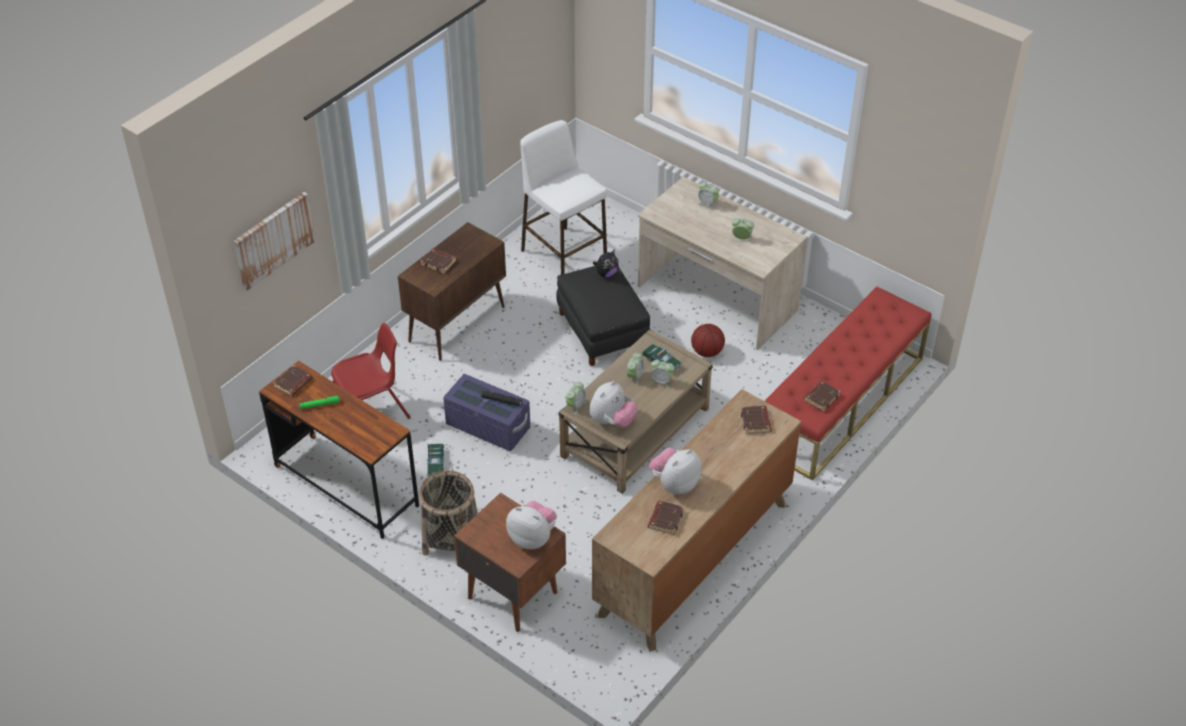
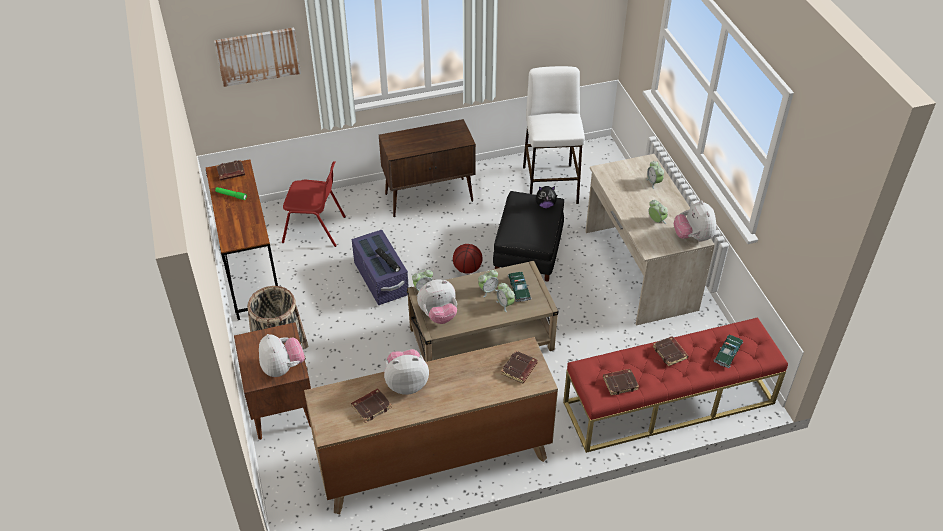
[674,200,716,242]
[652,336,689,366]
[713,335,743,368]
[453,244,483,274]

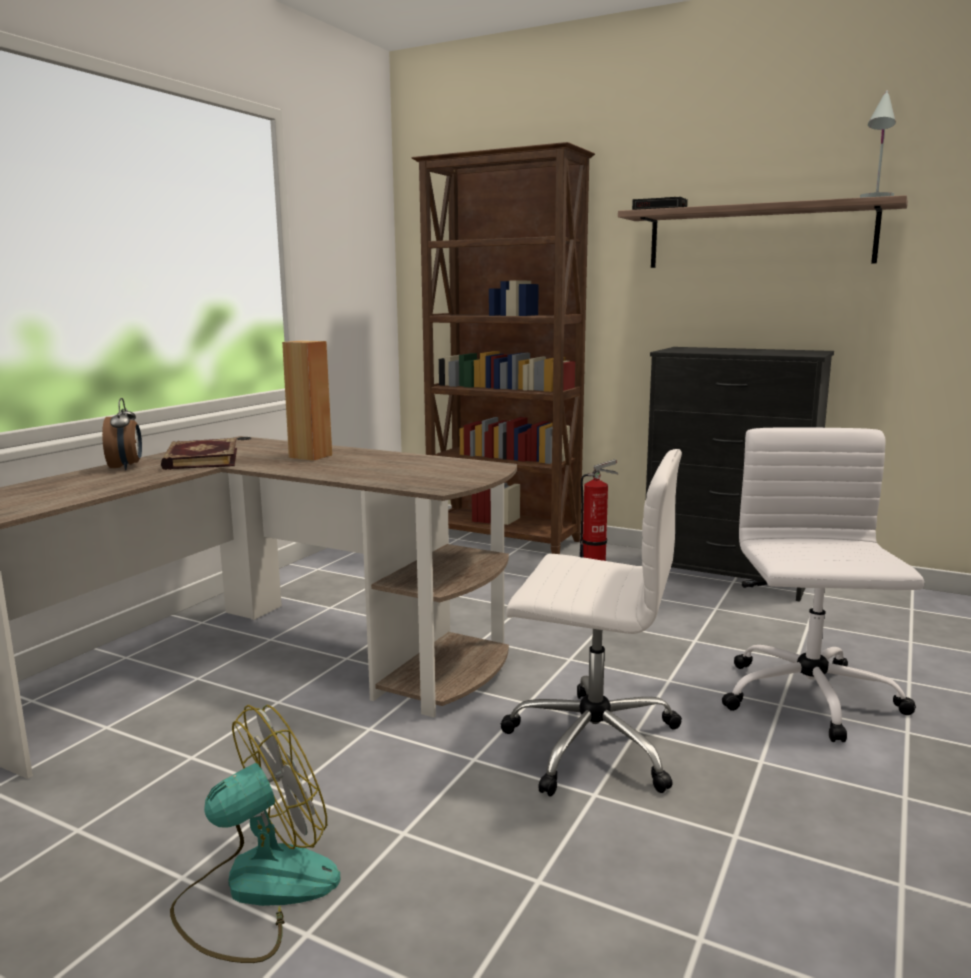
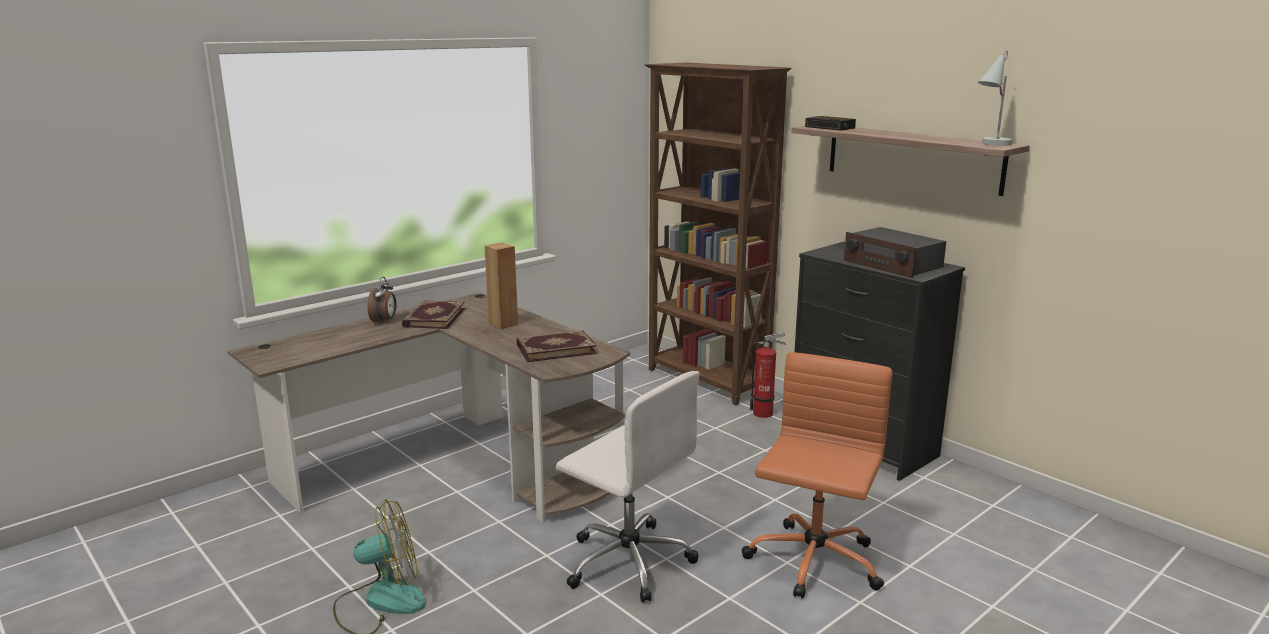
[516,330,597,362]
[844,227,946,278]
[742,352,893,599]

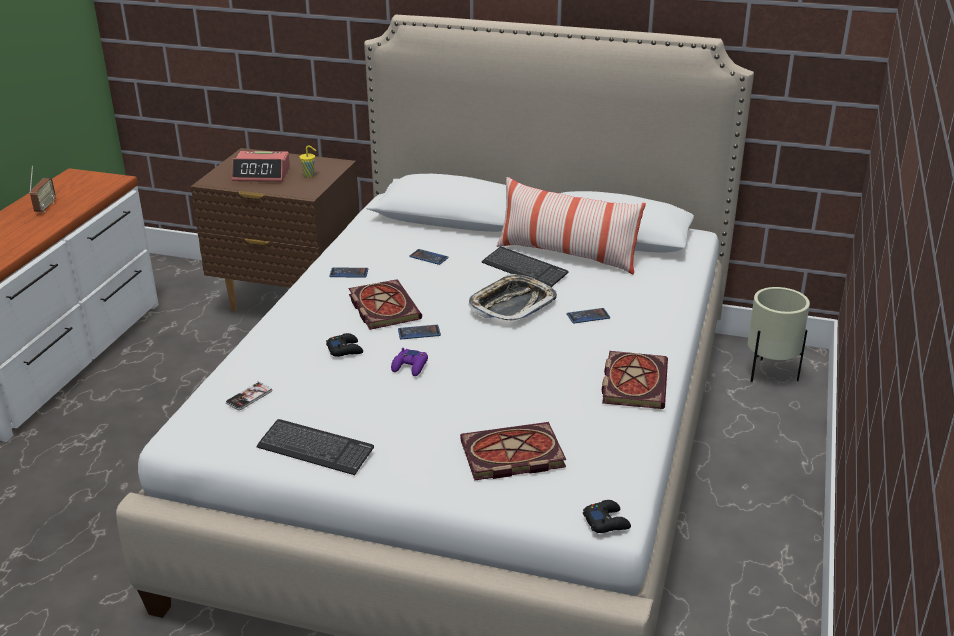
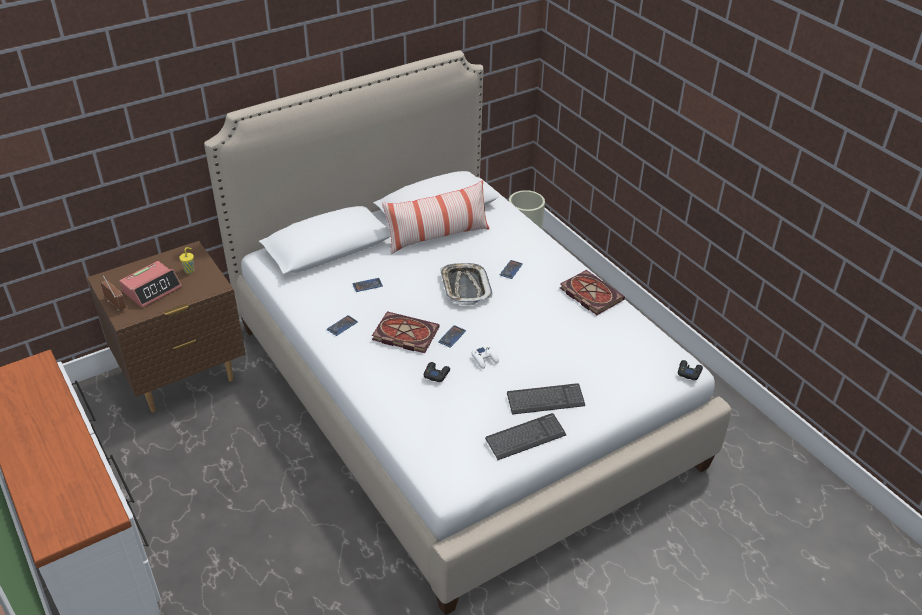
[226,381,273,410] (first image)
[460,422,566,481] (first image)
[100,275,126,311]
[507,383,585,415]
[471,345,499,369]

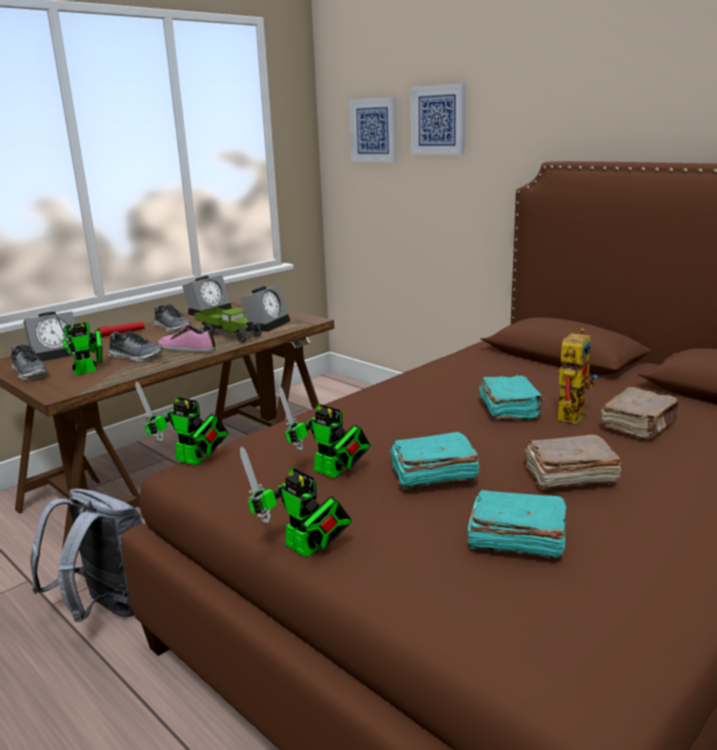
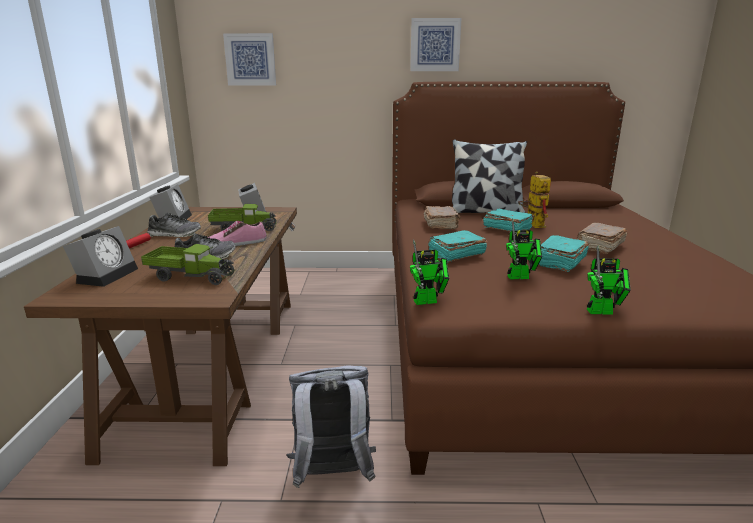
[11,344,48,380] (first image)
[452,139,527,213]
[410,18,462,71]
[428,230,487,263]
[424,206,461,229]
[141,244,235,285]

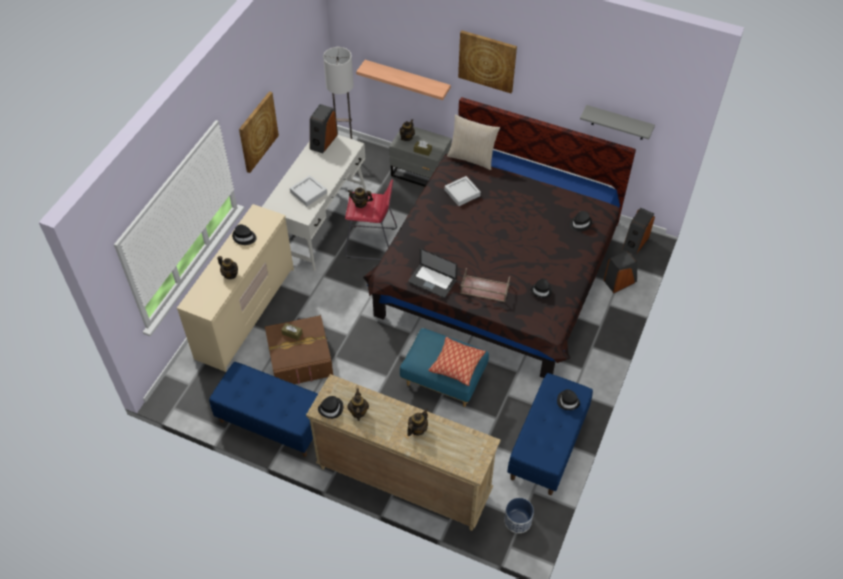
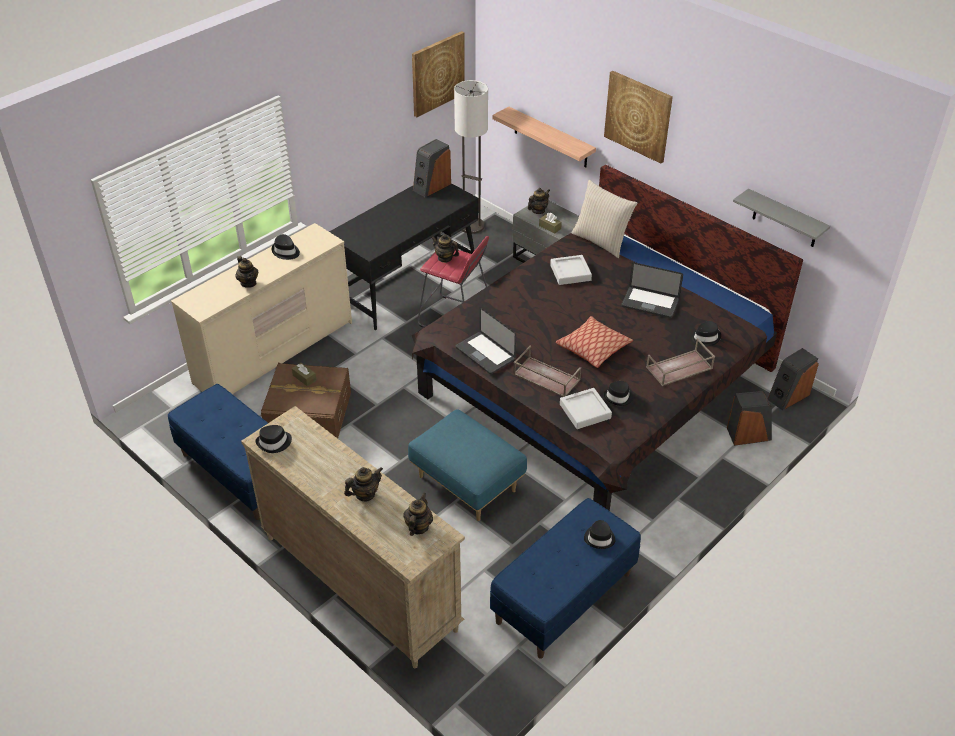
[504,498,534,533] (first image)
[621,262,683,318]
[646,338,715,386]
[412,31,464,117]
[560,388,612,429]
[403,492,433,536]
[556,316,633,368]
[329,183,478,330]

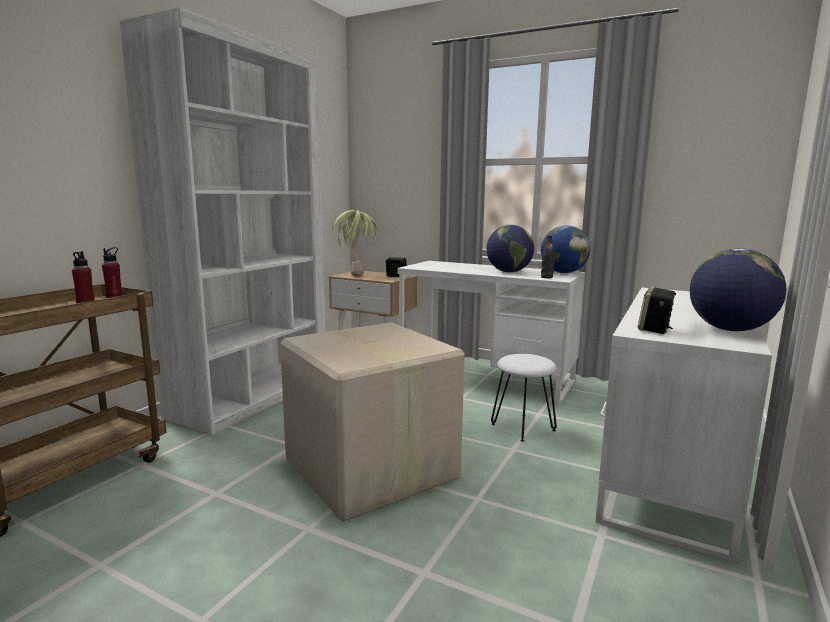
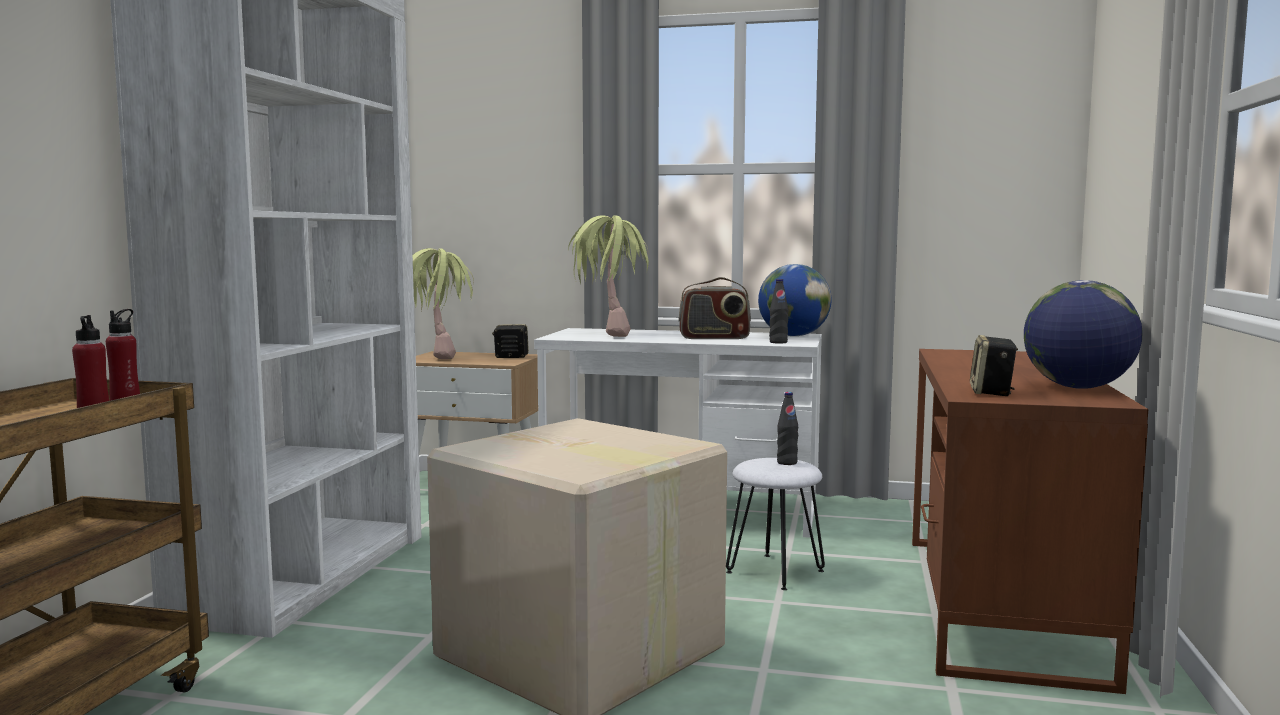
[568,215,649,337]
[777,392,798,465]
[678,277,751,339]
[912,349,1148,694]

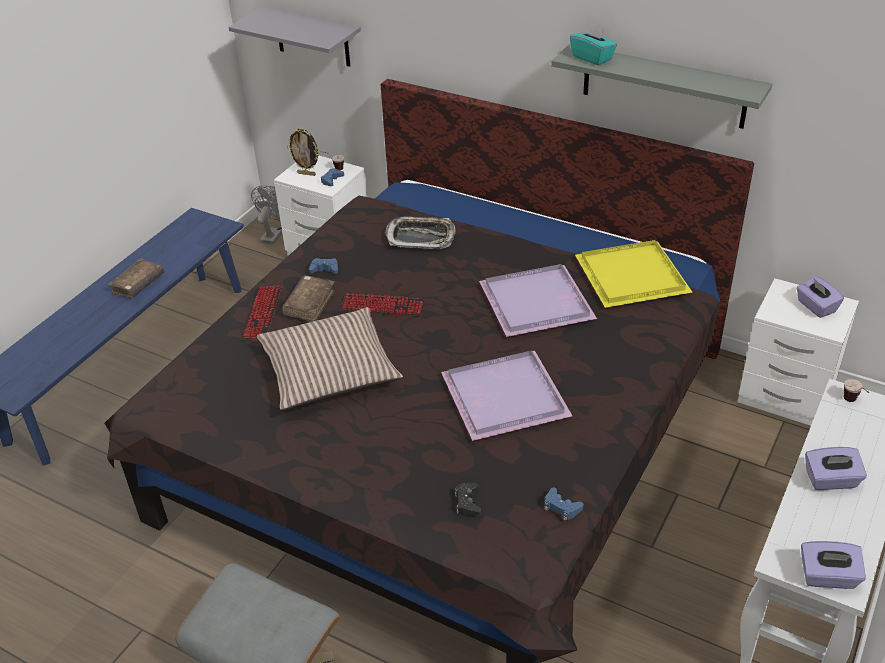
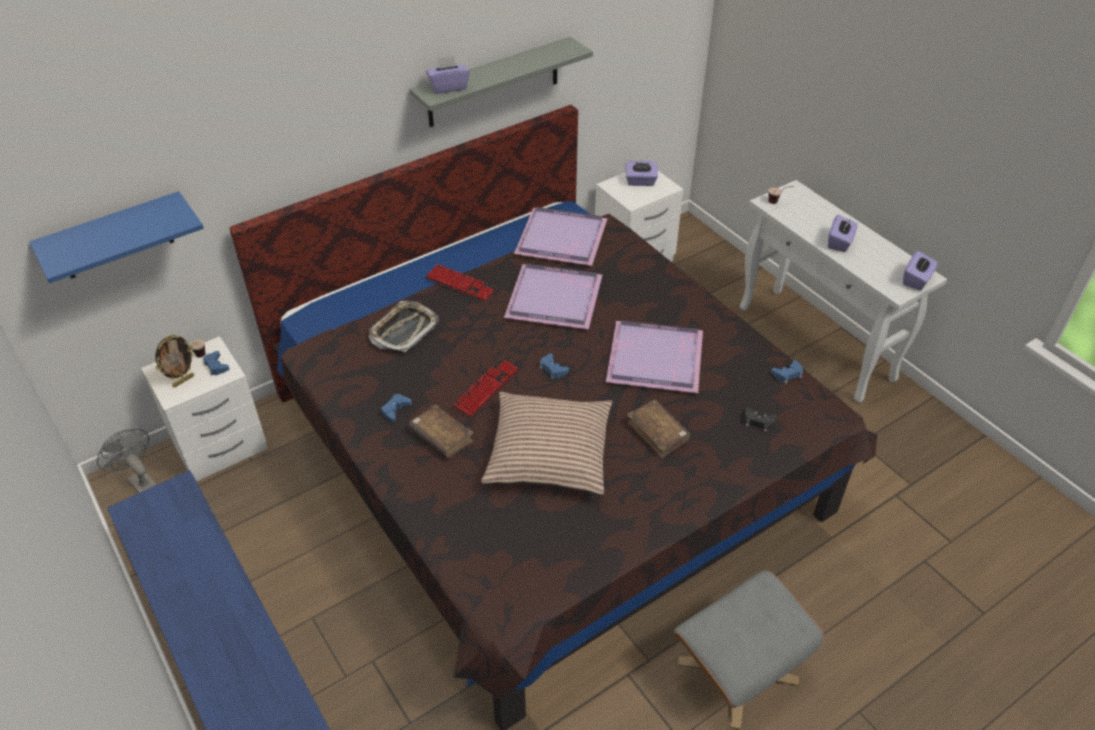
[540,353,569,379]
[627,399,691,459]
[425,264,497,302]
[29,191,204,283]
[426,56,470,94]
[514,207,608,266]

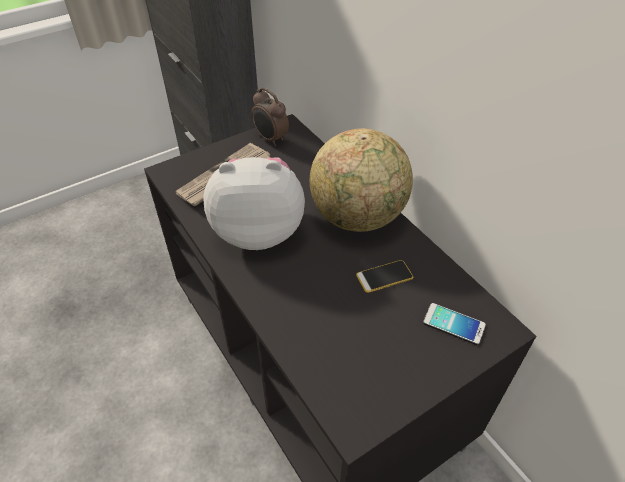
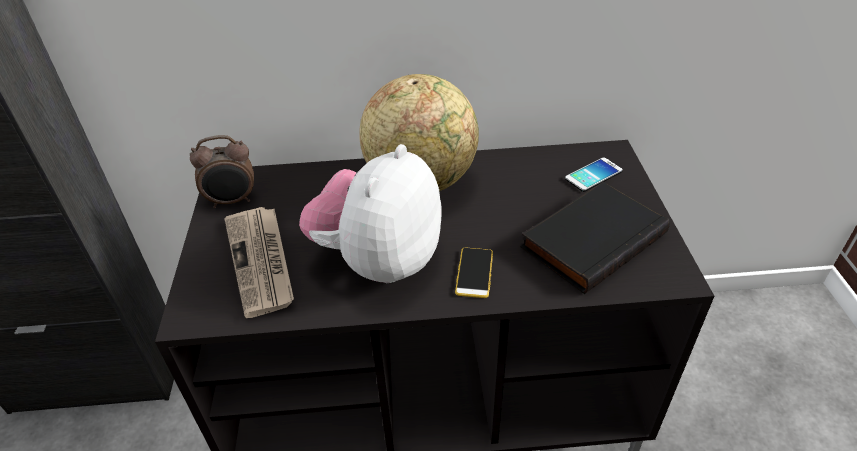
[520,181,670,294]
[455,247,493,298]

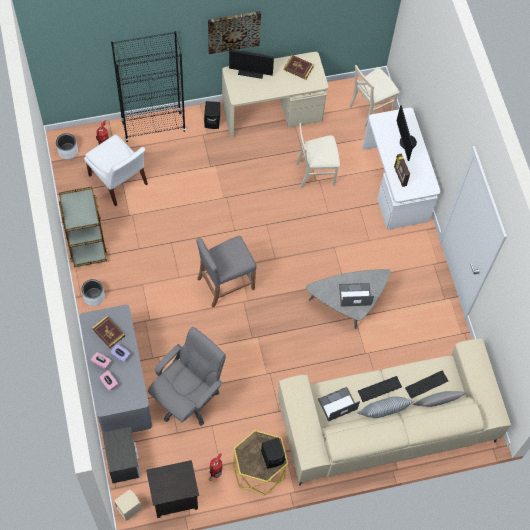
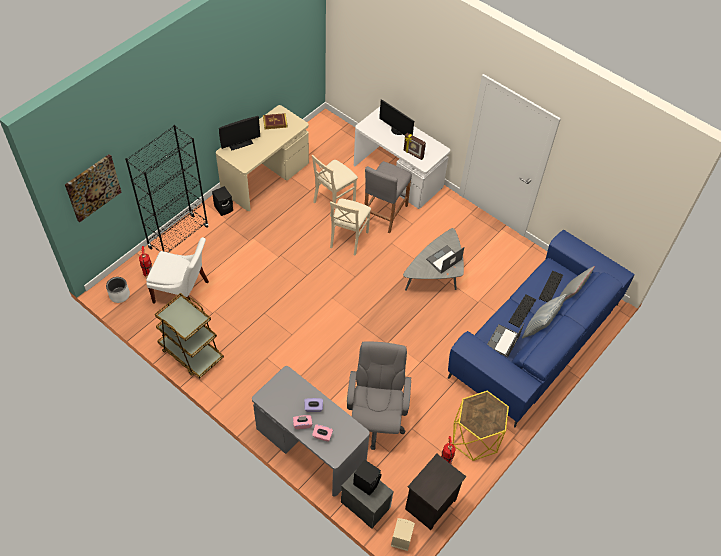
[81,279,105,306] (first image)
[92,316,125,348] (first image)
[364,161,412,233]
[65,154,121,222]
[353,459,382,495]
[330,199,371,256]
[448,230,635,428]

